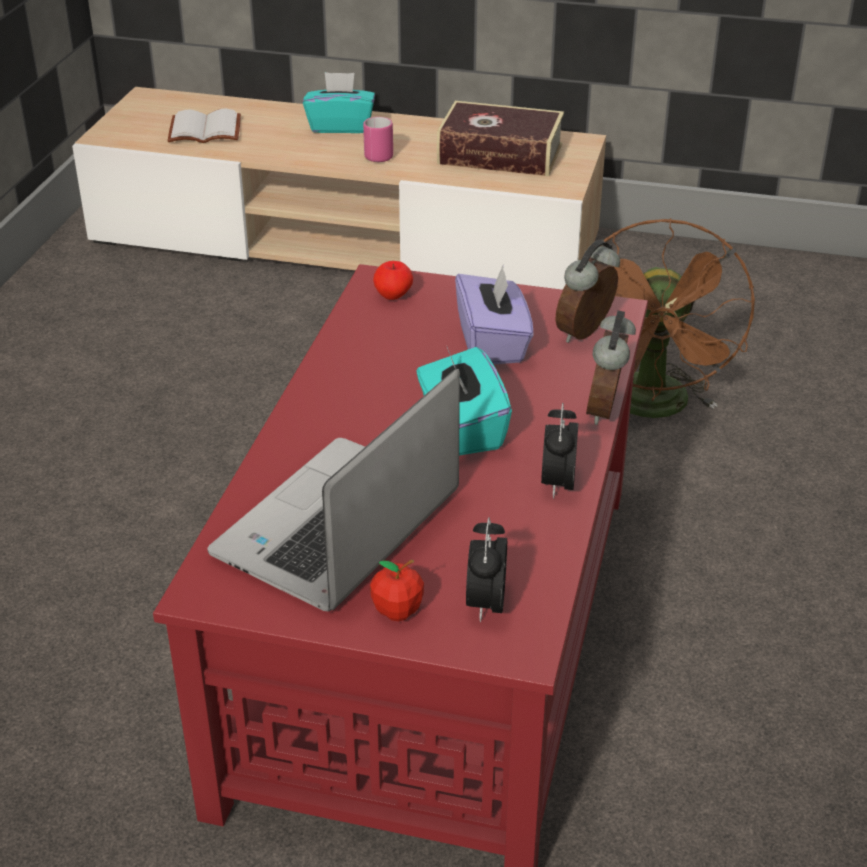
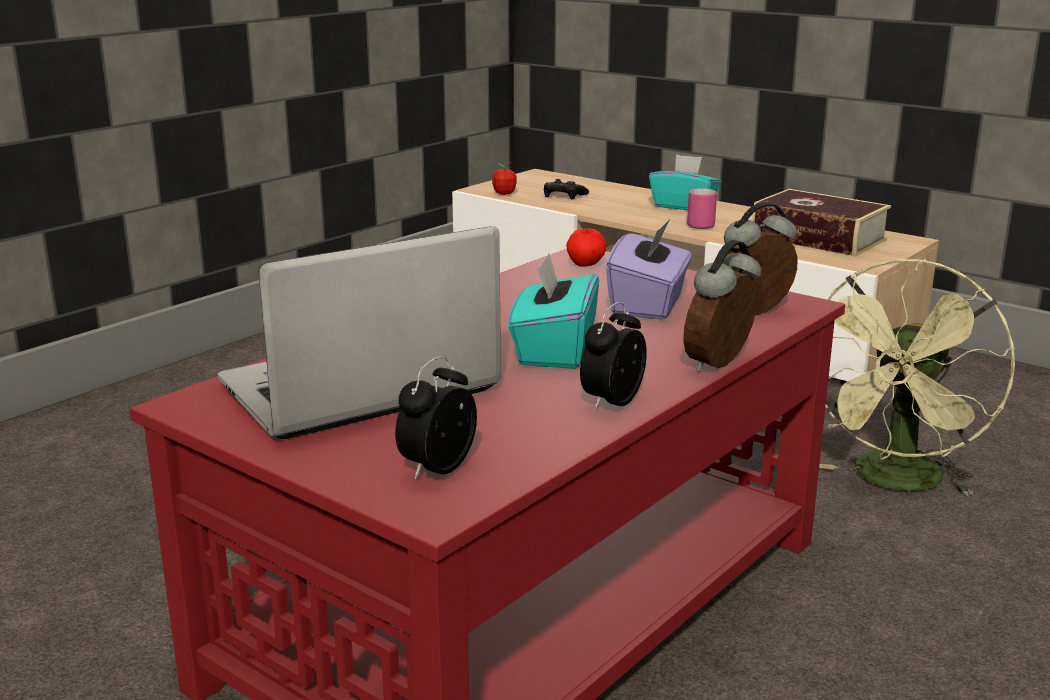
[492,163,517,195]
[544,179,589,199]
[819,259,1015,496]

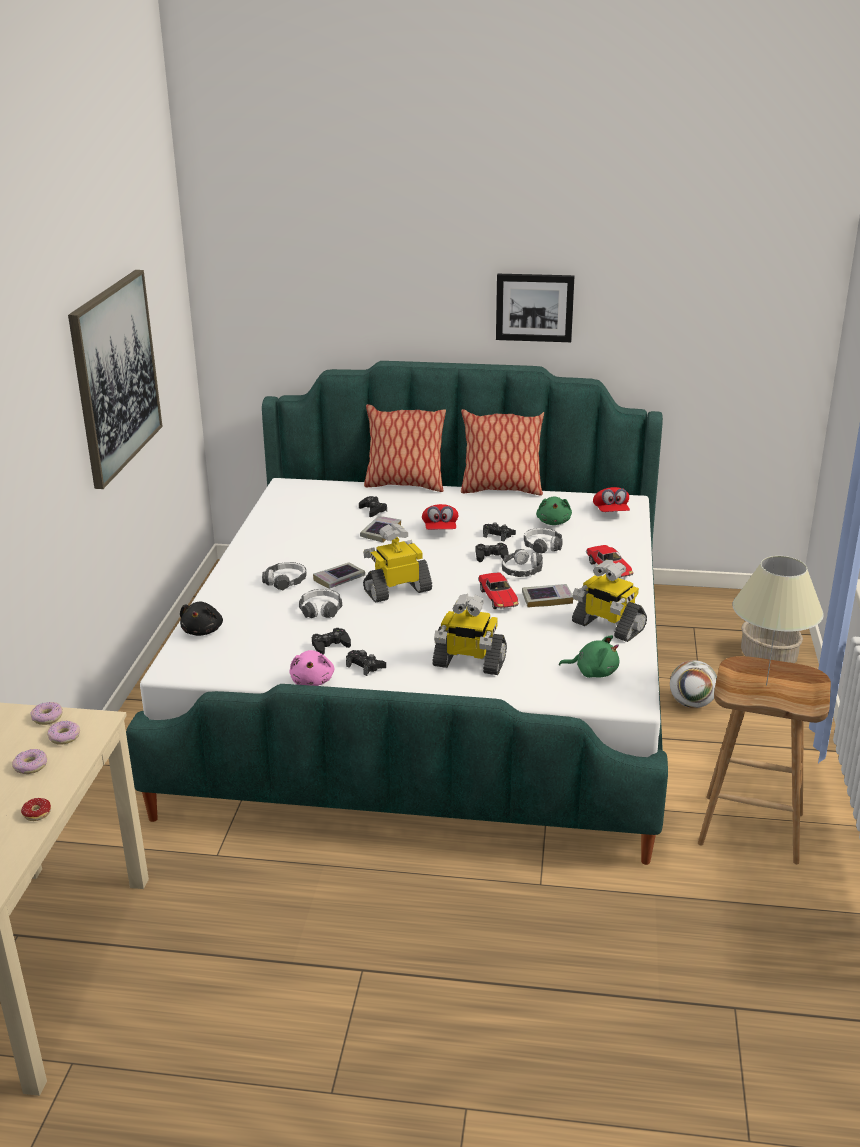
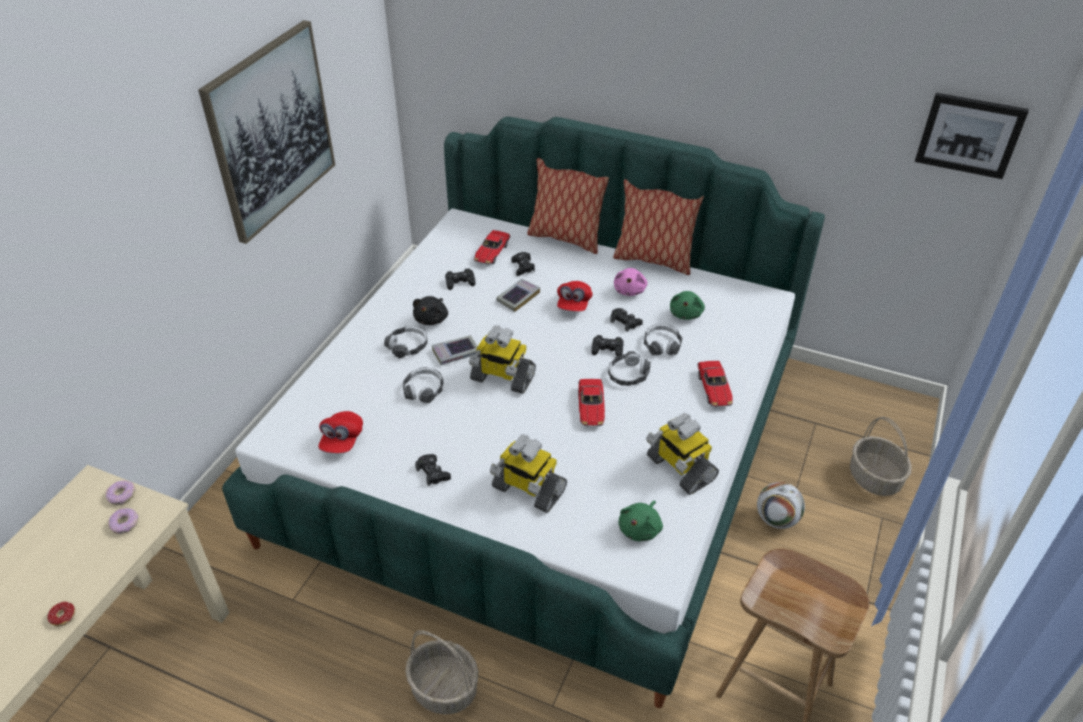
[12,749,47,774] (first image)
[522,584,573,608] (first image)
[732,556,824,685] (first image)
[405,630,479,715]
[474,230,510,264]
[413,296,448,325]
[614,268,648,296]
[445,268,475,290]
[915,93,1029,179]
[318,411,363,453]
[469,326,536,394]
[618,501,663,541]

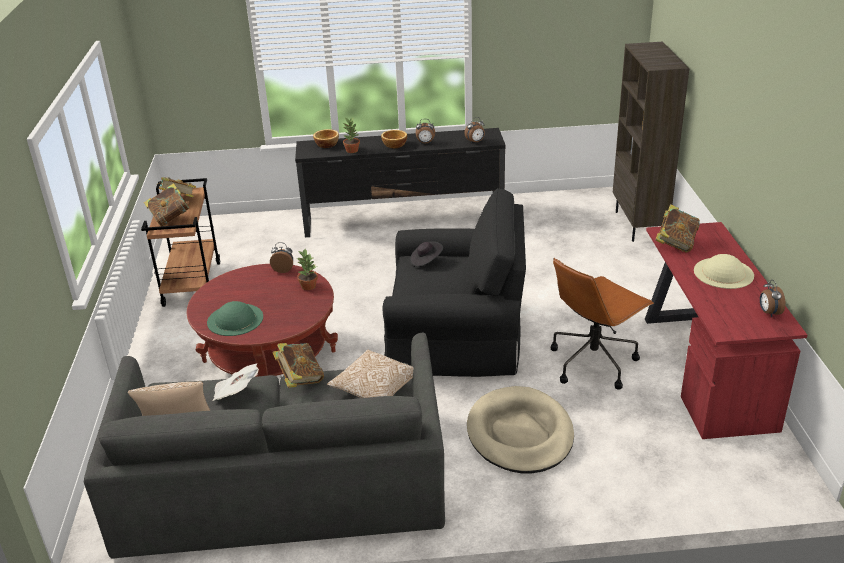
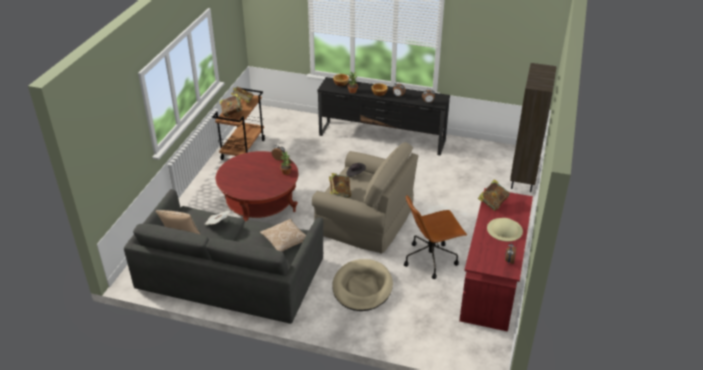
[207,301,263,336] (first image)
[329,173,351,198]
[312,142,418,254]

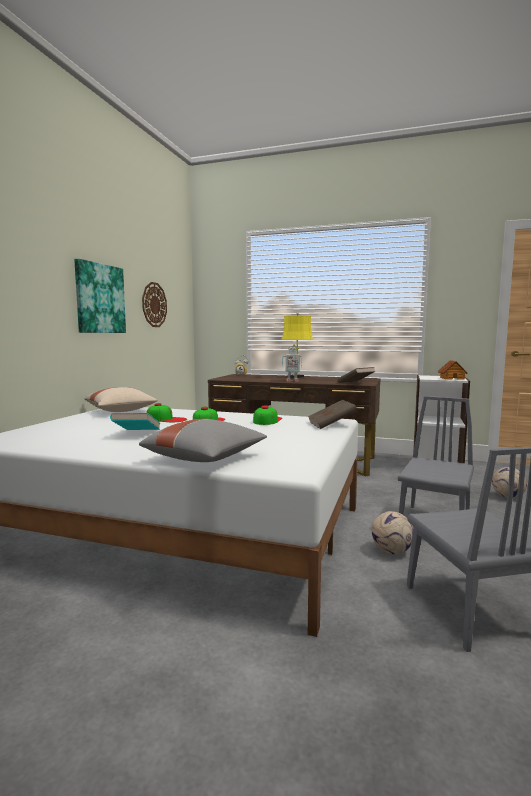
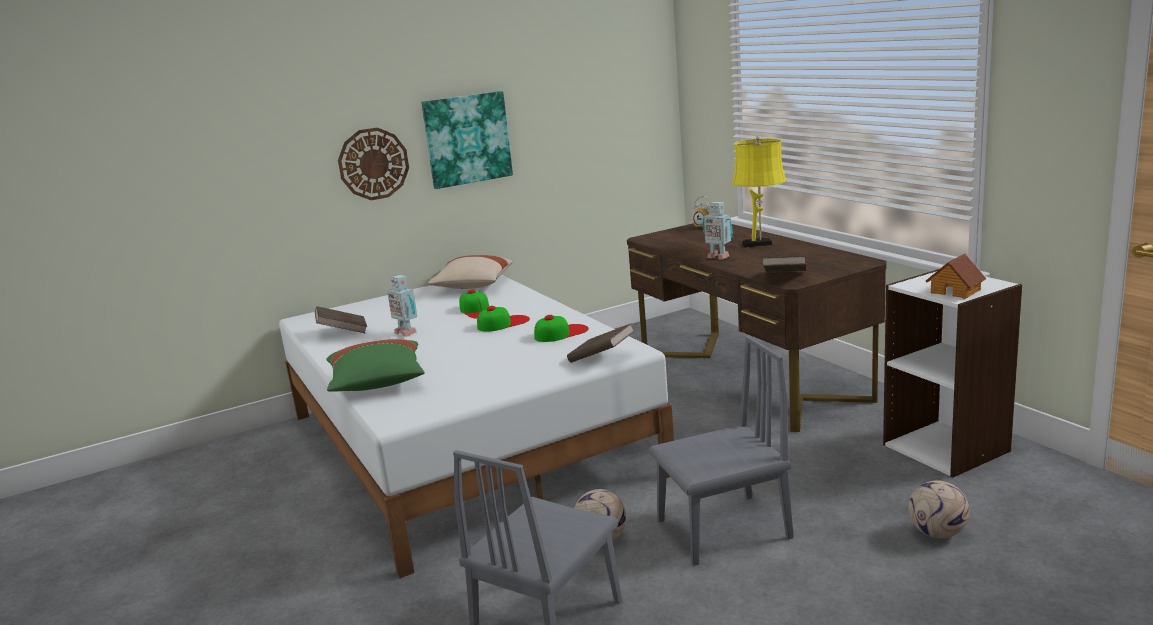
[315,306,367,333]
[338,127,409,200]
[387,275,417,337]
[326,339,425,392]

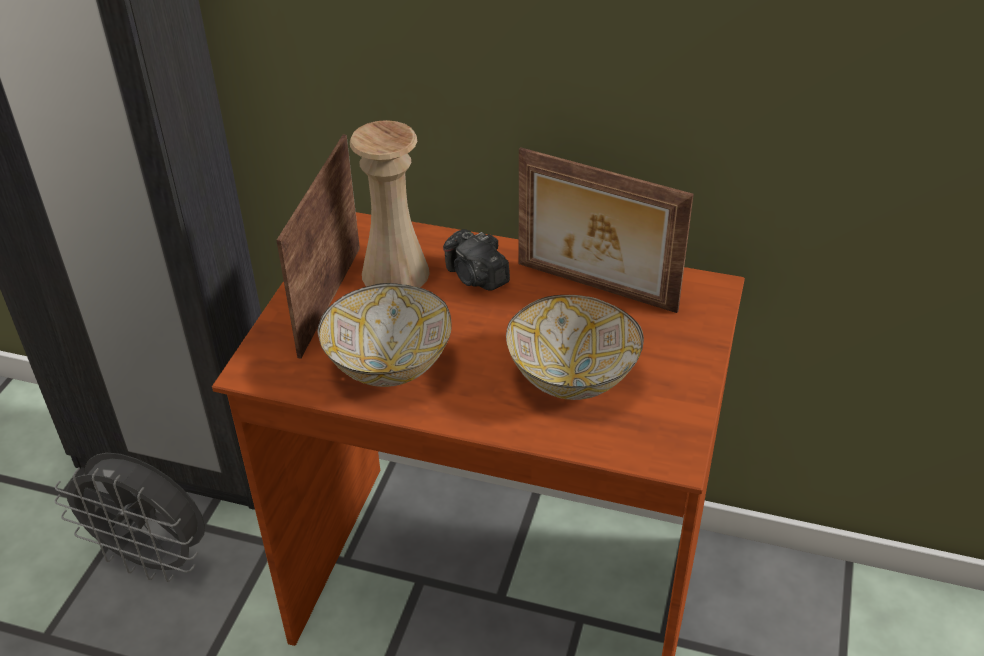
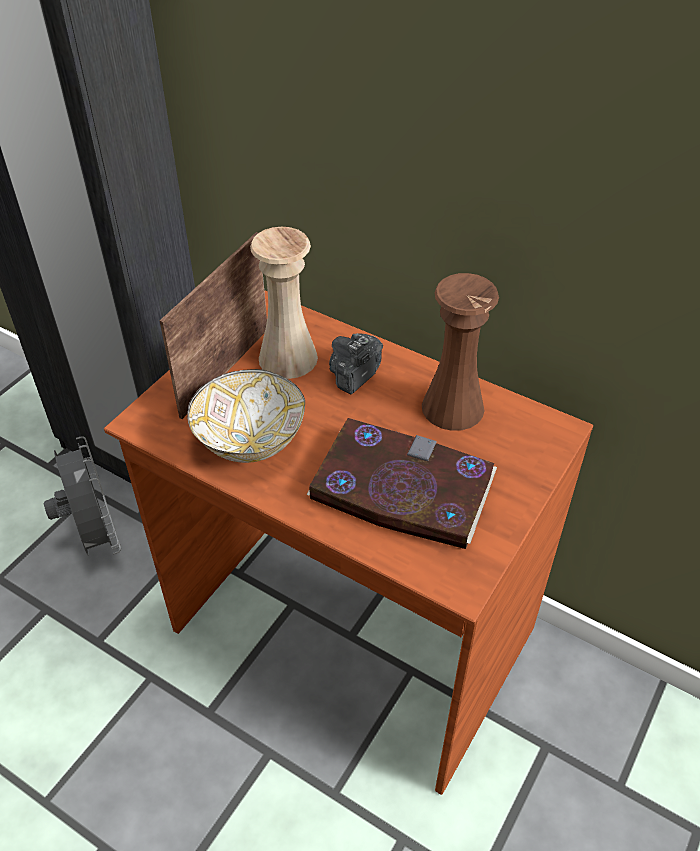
[307,418,497,549]
[422,273,499,431]
[44,436,121,556]
[329,333,383,395]

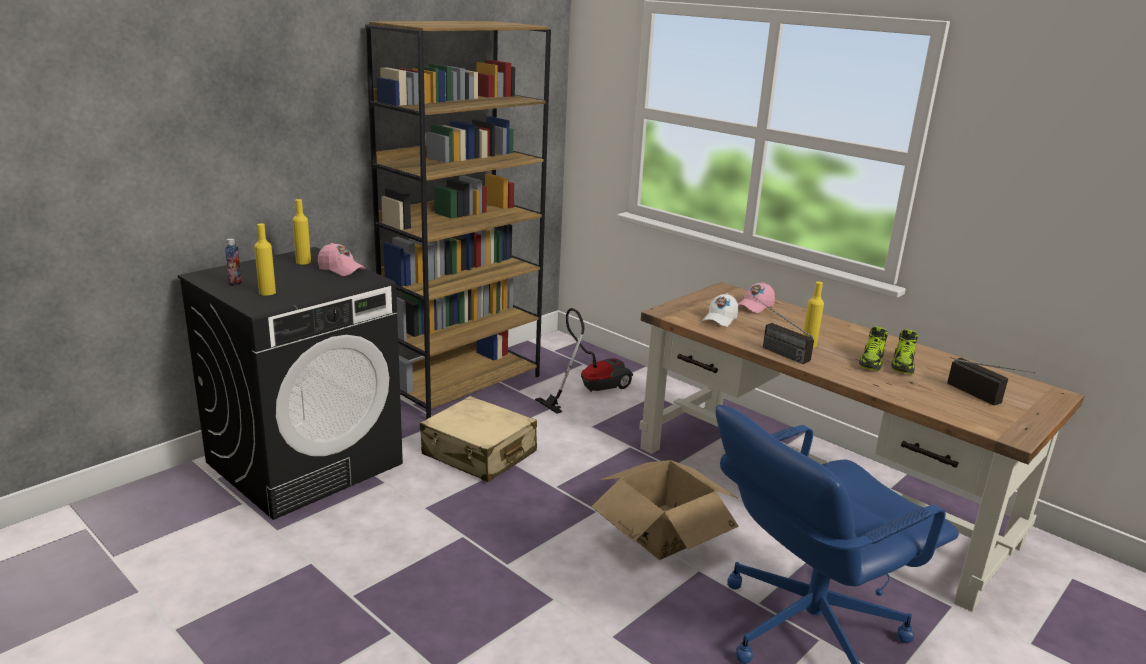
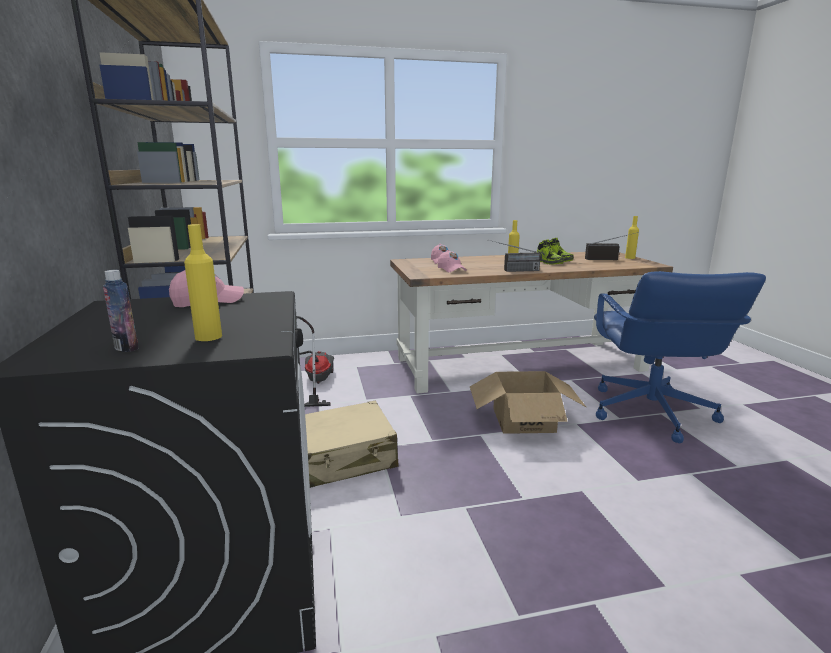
[625,216,639,259]
[438,250,466,273]

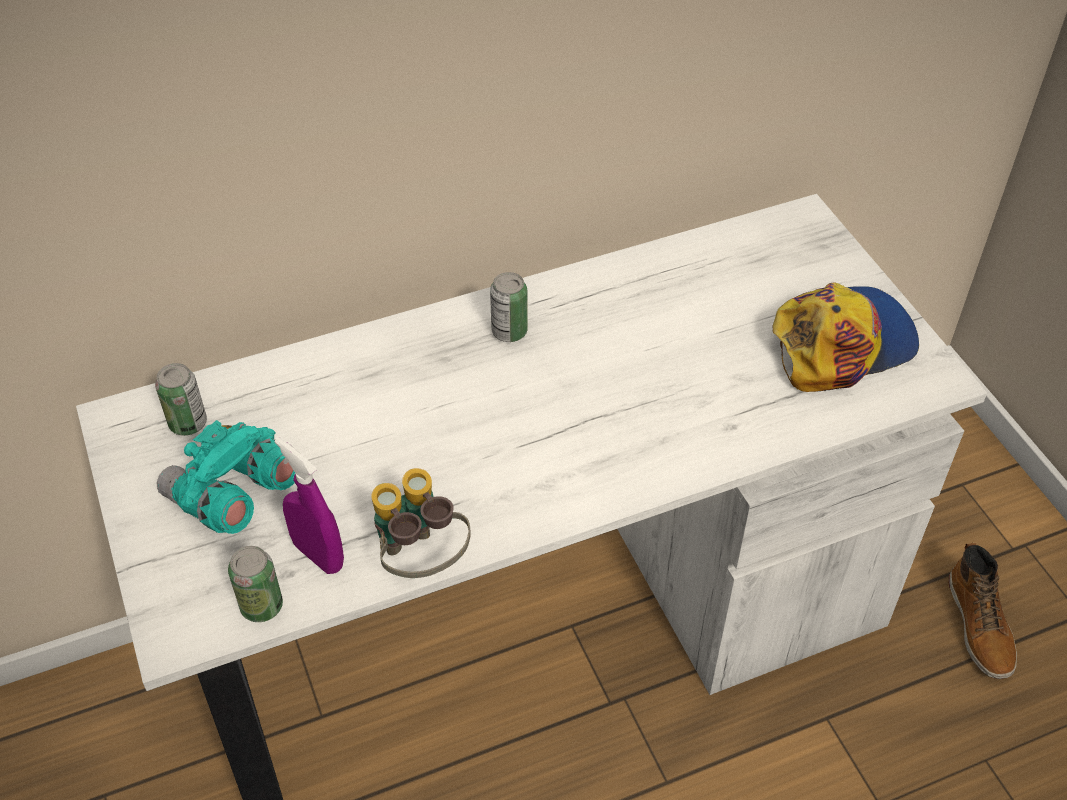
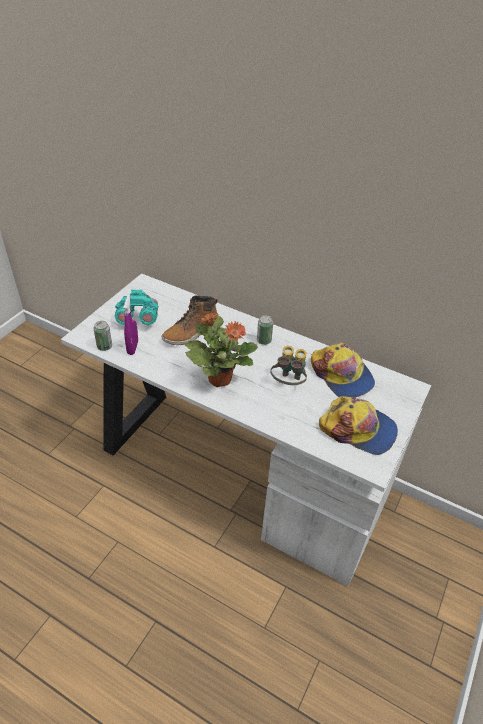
[155,363,207,436] (first image)
[185,313,258,387]
[311,342,375,398]
[271,346,307,385]
[162,295,217,345]

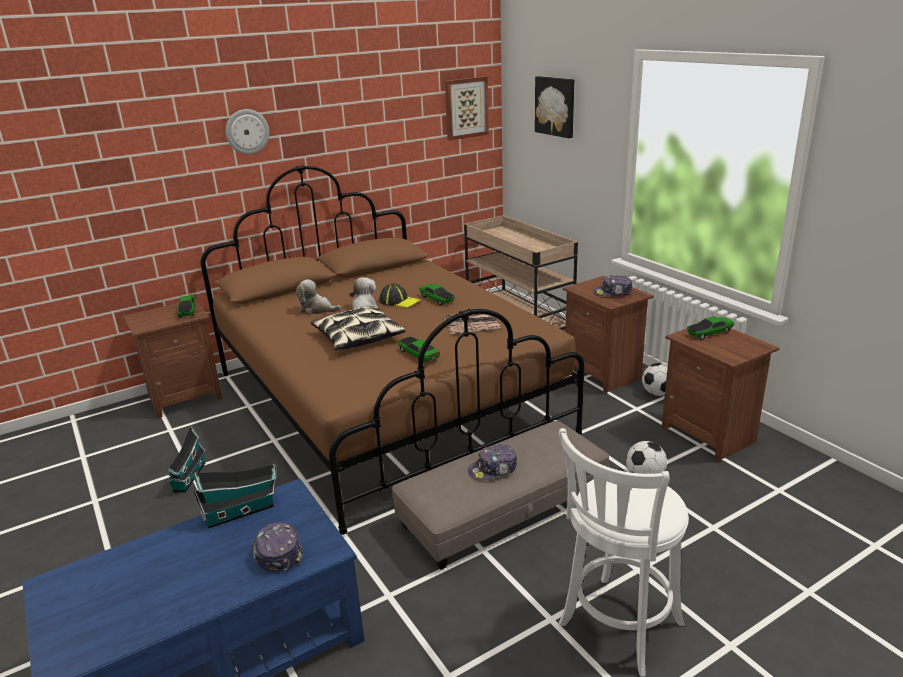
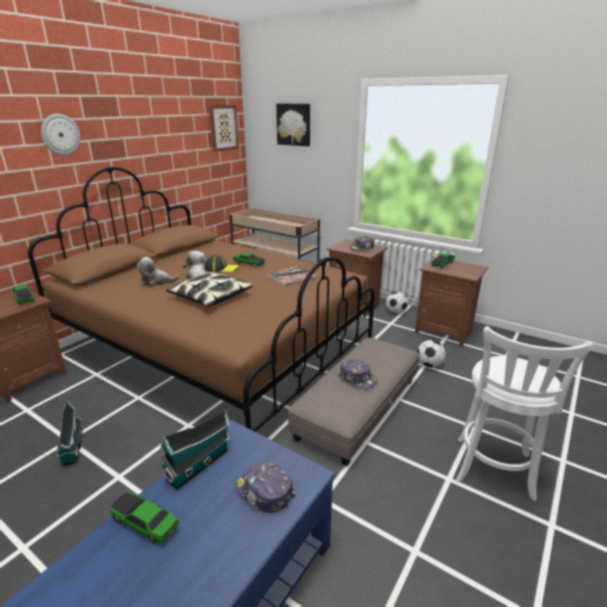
[110,491,179,543]
[339,359,377,389]

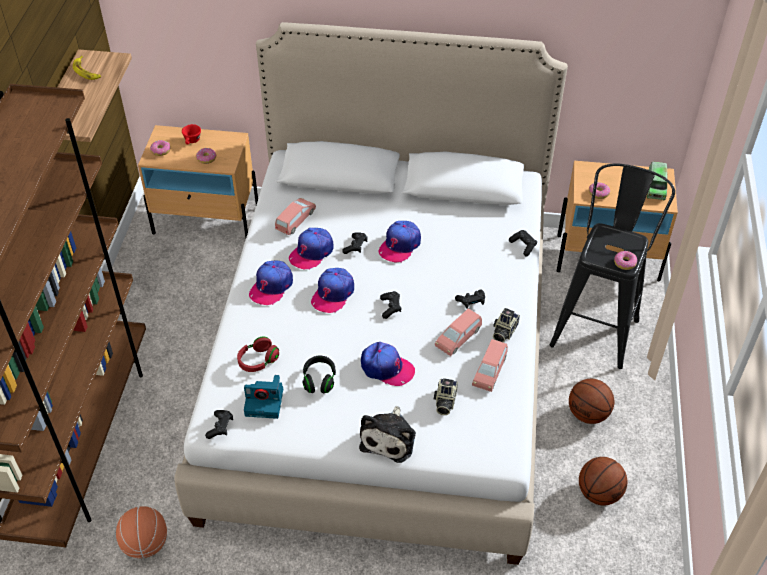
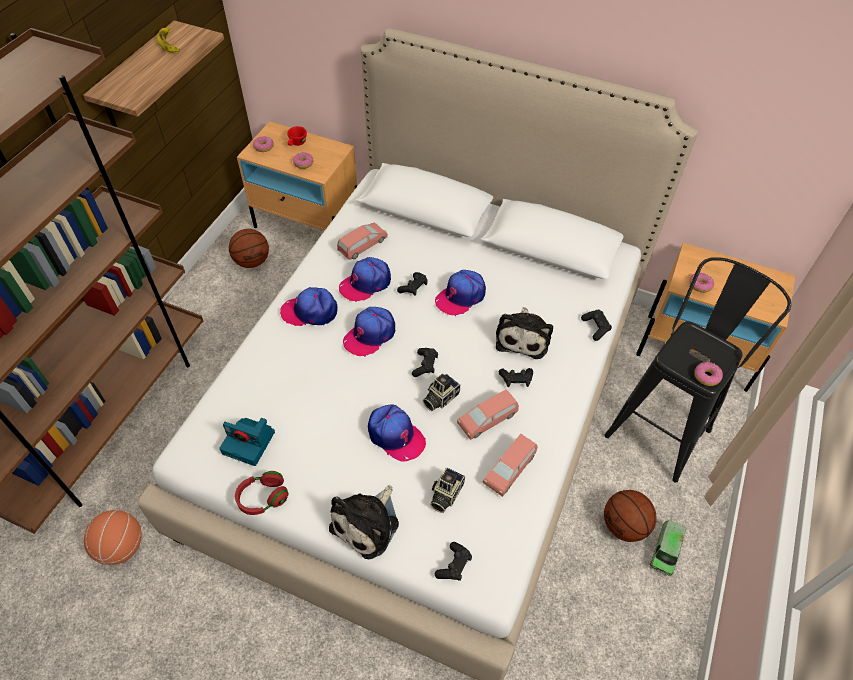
[302,356,336,393] (first image)
[496,307,553,359]
[435,542,472,581]
[235,471,289,515]
[423,374,461,411]
[229,229,269,268]
[650,520,686,576]
[280,287,338,326]

